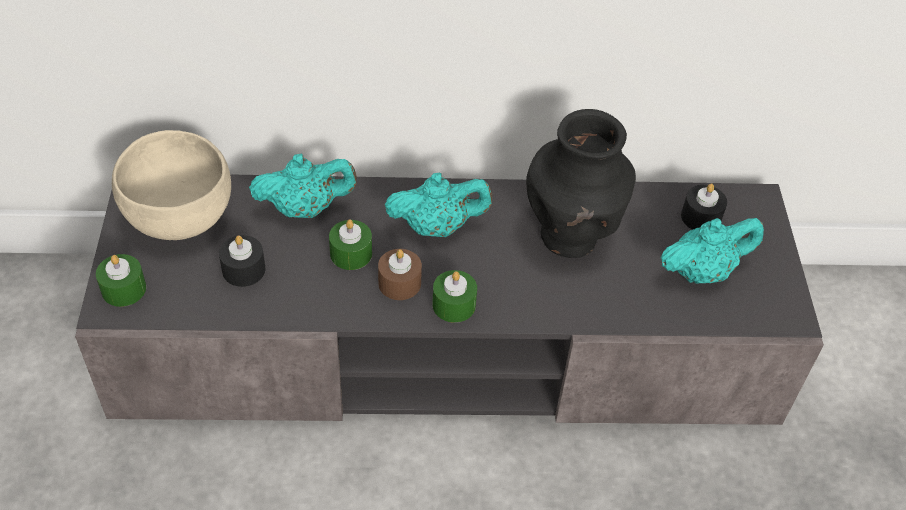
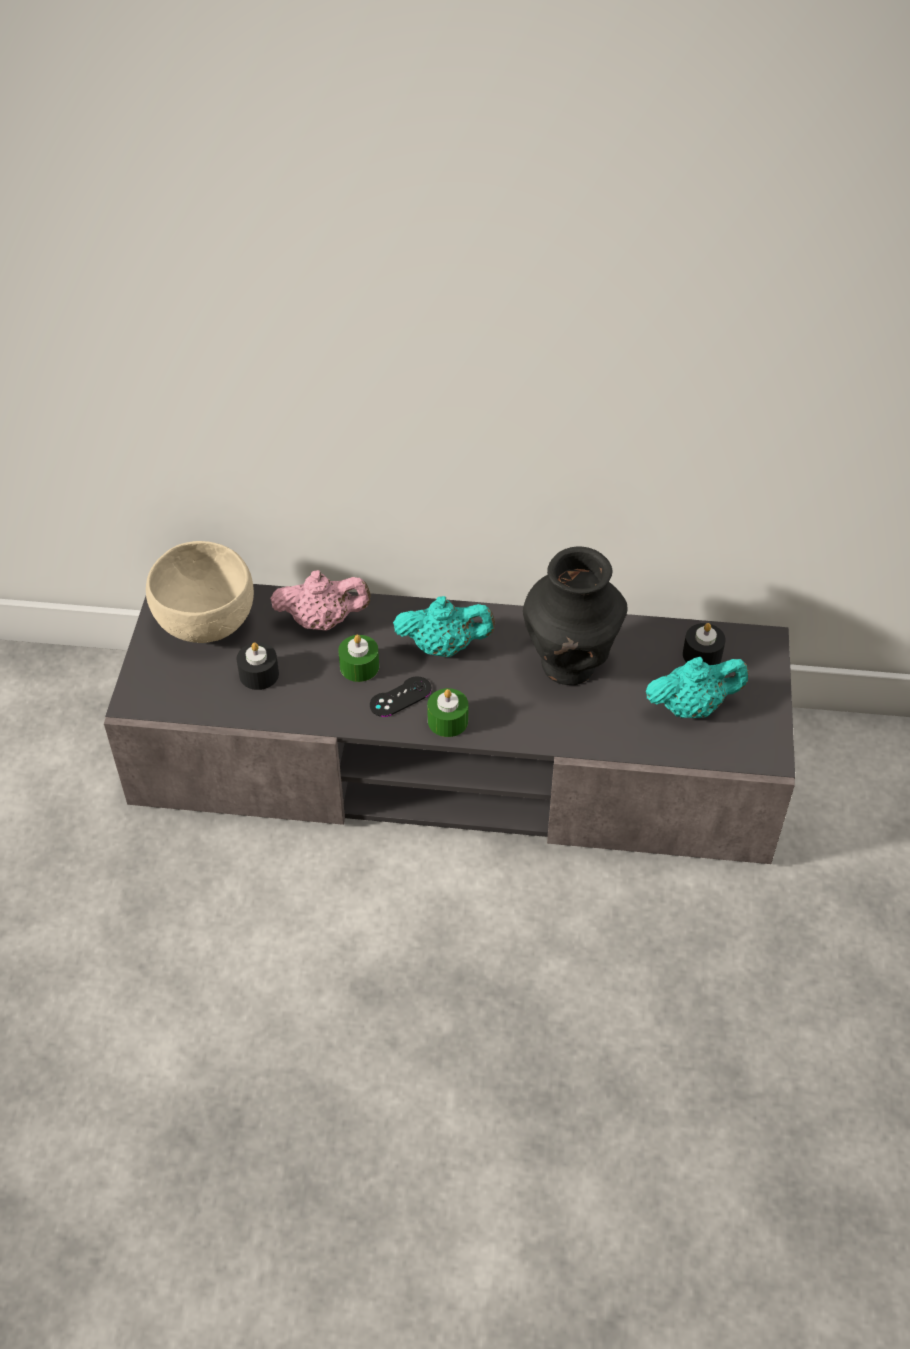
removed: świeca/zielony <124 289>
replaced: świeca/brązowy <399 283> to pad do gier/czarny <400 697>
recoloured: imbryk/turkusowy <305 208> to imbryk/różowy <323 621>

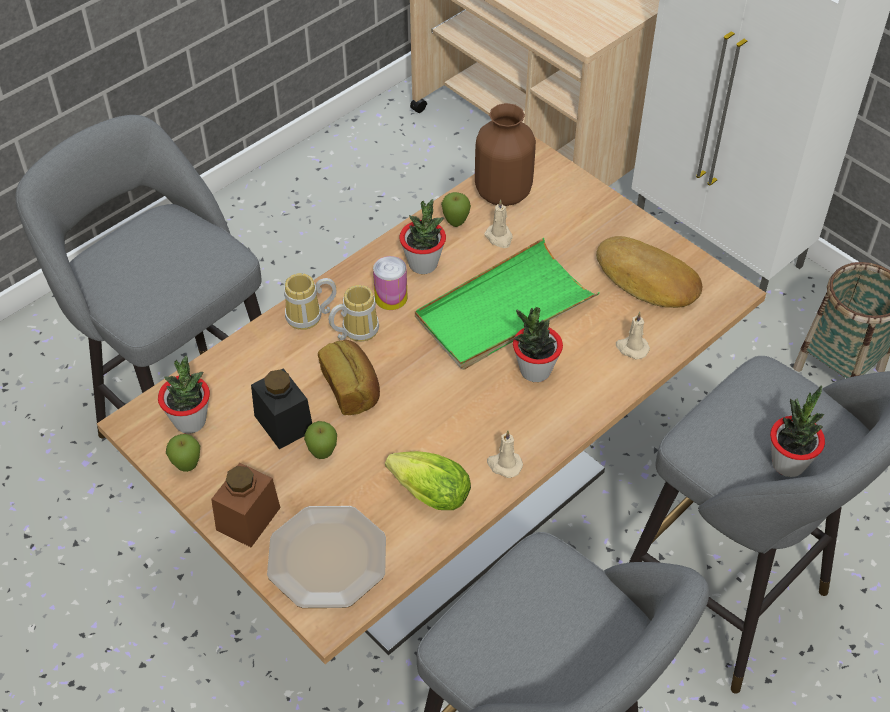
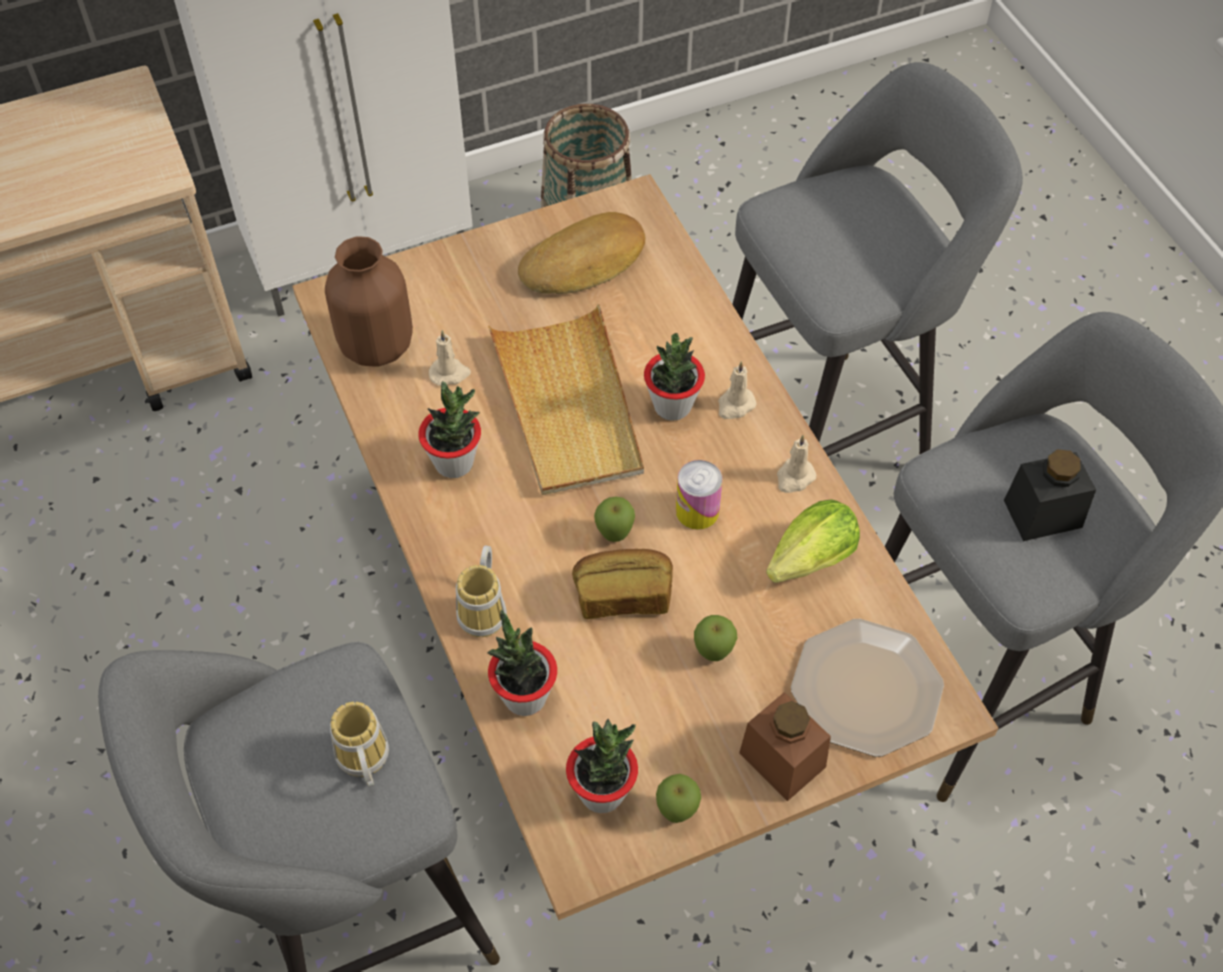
moved: kubek <355 330> to <361 762>; roślina doniczkowa <788 463> to <524 697>; jabłko <455 223> to <614 535>; puszka <391 298> to <697 511>; świeca/beżowy <631 348> to <735 405>; słoik/czarny <284 423> to <1042 514>
recoloured: taca/zielony <504 310> to taca/beżowy <568 405>

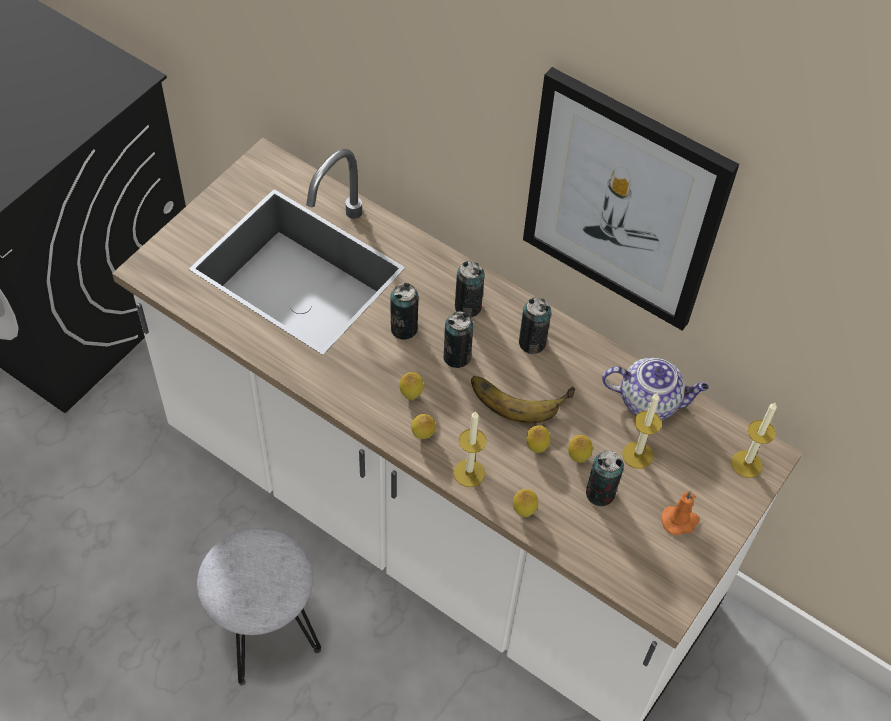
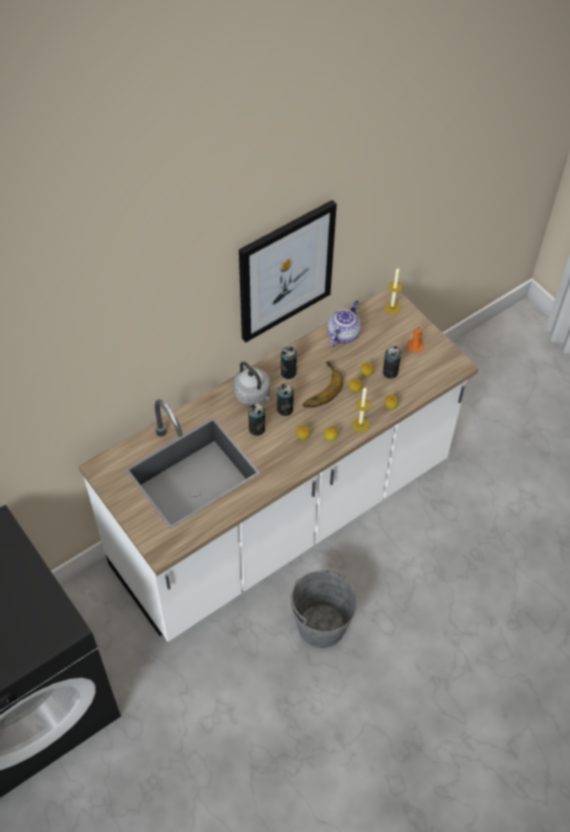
removed: świeca <637 455>
replaced: puszka <468 307> to czajnik/szary <253 395>; stołek/szary <266 630> to wiadro/szary <321 625>

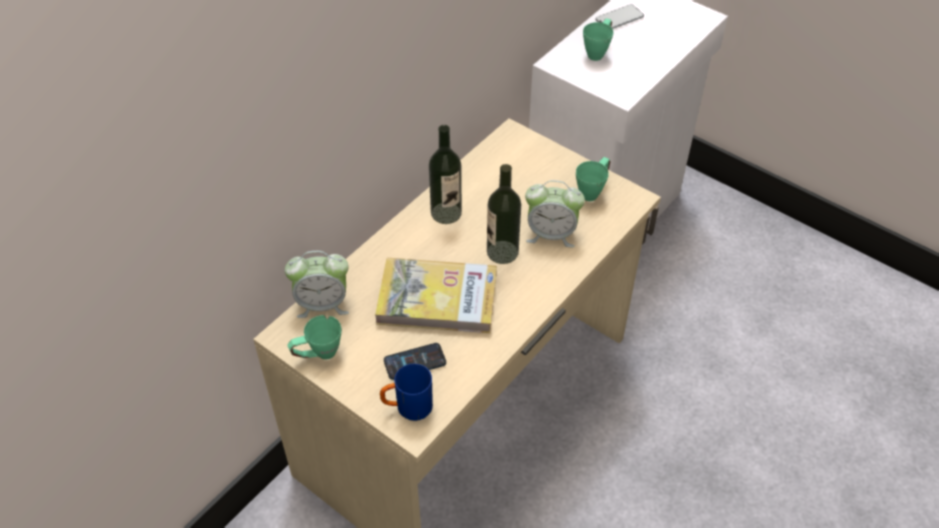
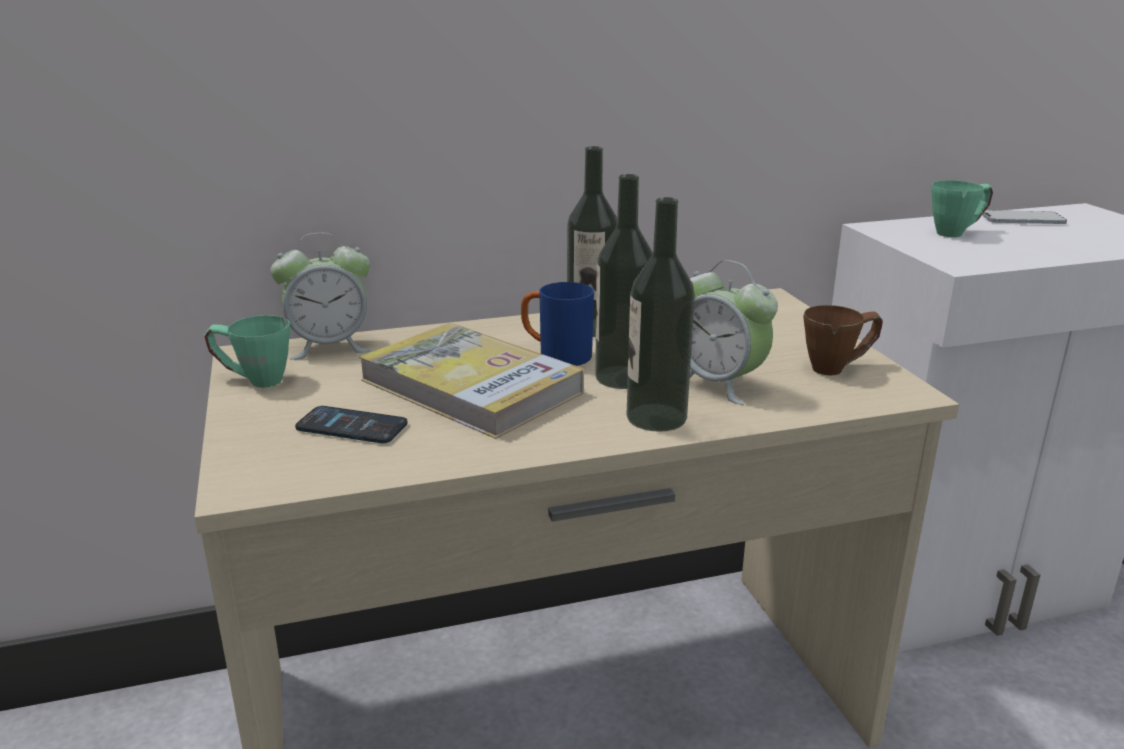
added: butelka <656 417>
moved: kubek/niebieski <407 407> to <556 356>
recoloured: kubek/zielony <593 191> to kubek/brązowy <838 367>
turned: budzik <322 304> = <329 347> 45 degrees counterclockwise

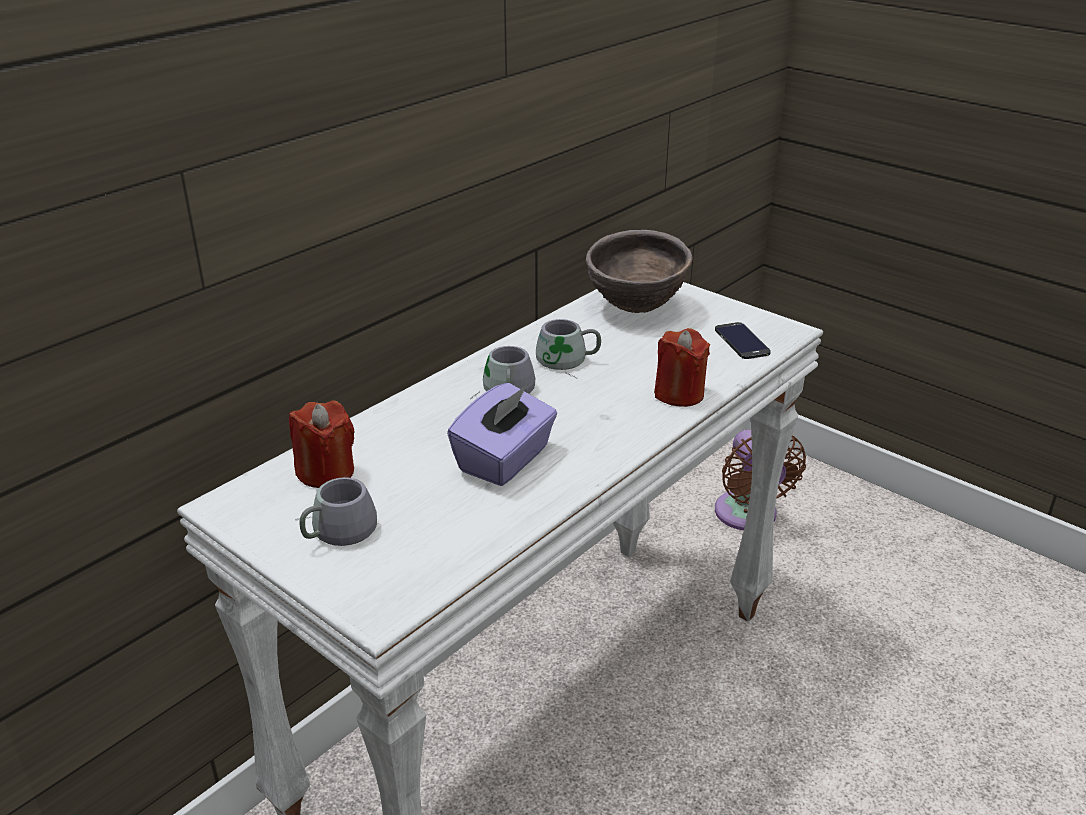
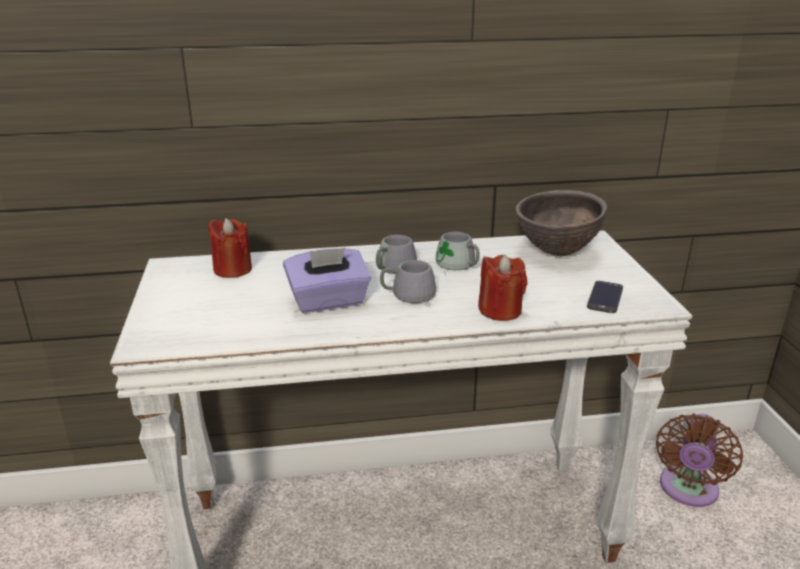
moved: kubek/szary <333 529> to <407 292>

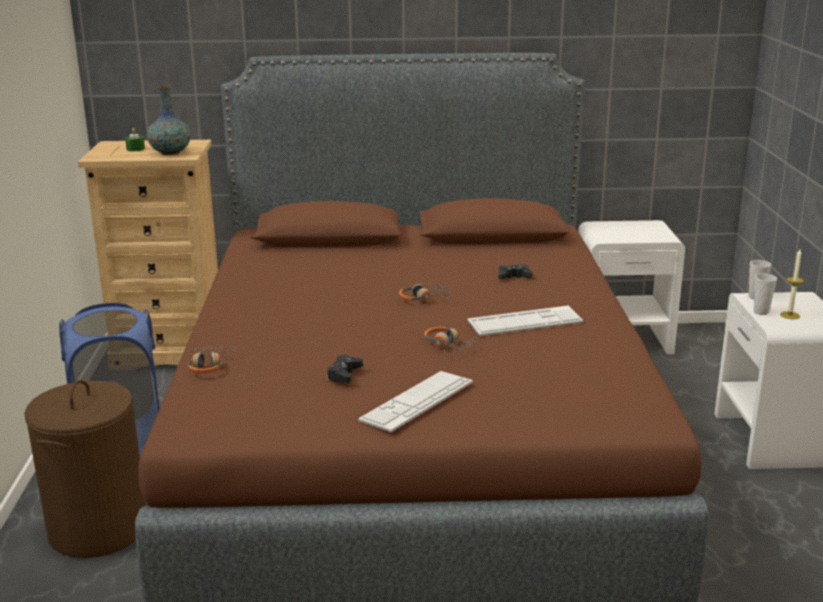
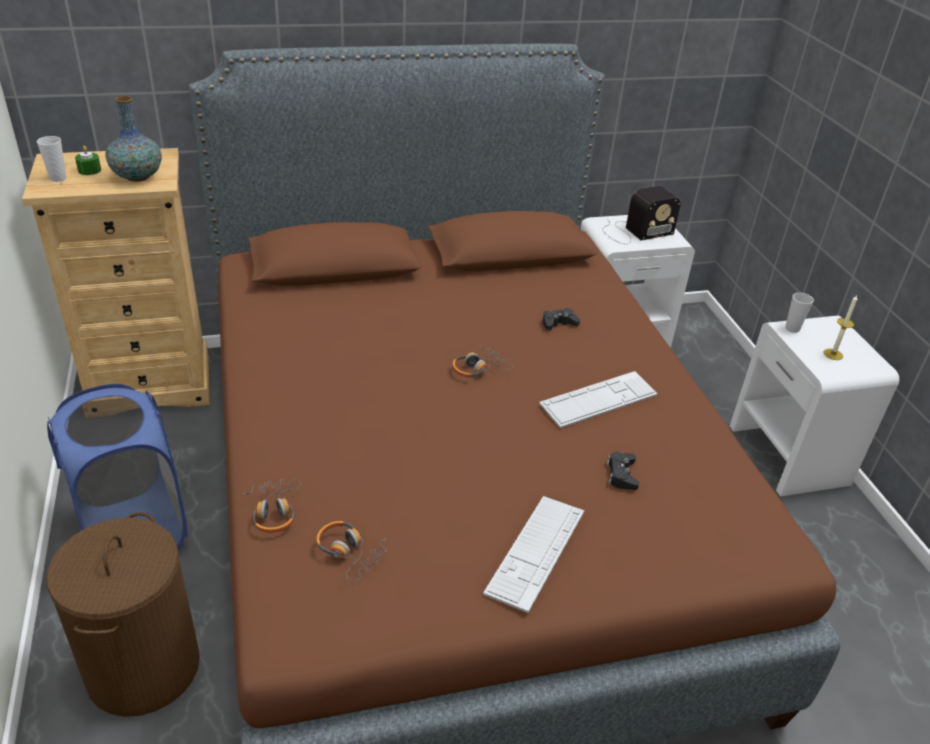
added: radio <635 232>
moved: filiżanka <761 312> to <58 178>; słuchawki <448 345> to <349 553>; pad do gier/czarny <344 374> to <621 475>

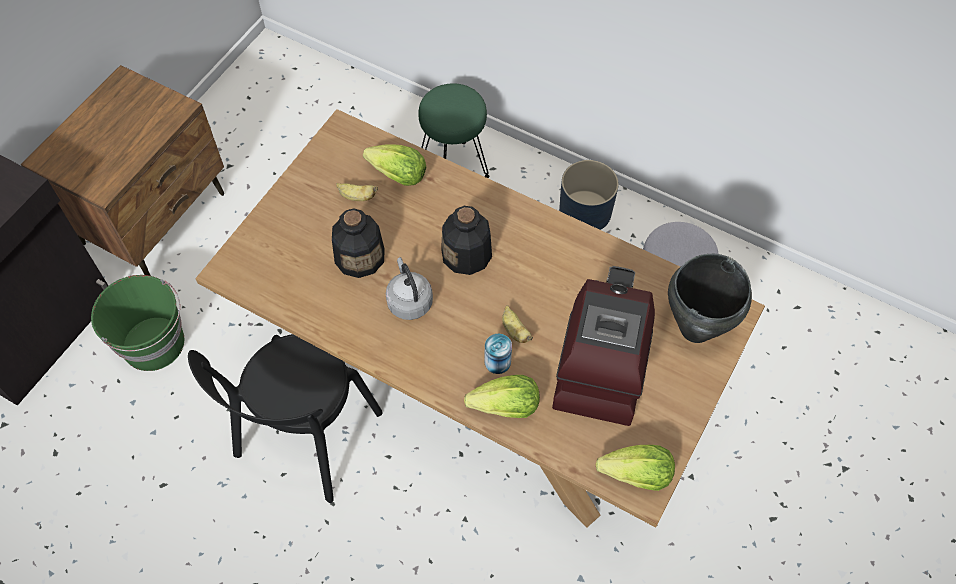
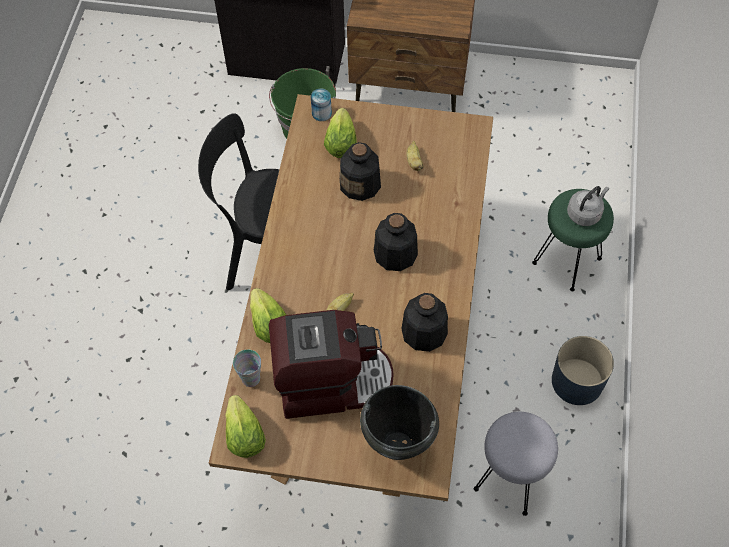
added: filiżanka <250 378>; butelka <423 332>
moved: puszka <497 362> to <321 113>; sałata <398 176> to <341 144>; czajnik/szary <409 301> to <585 213>

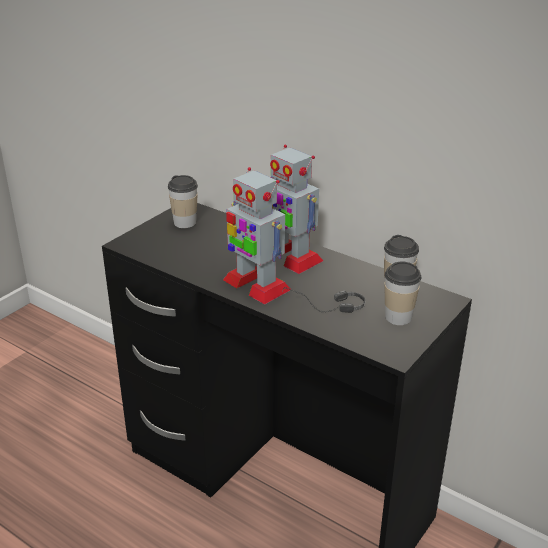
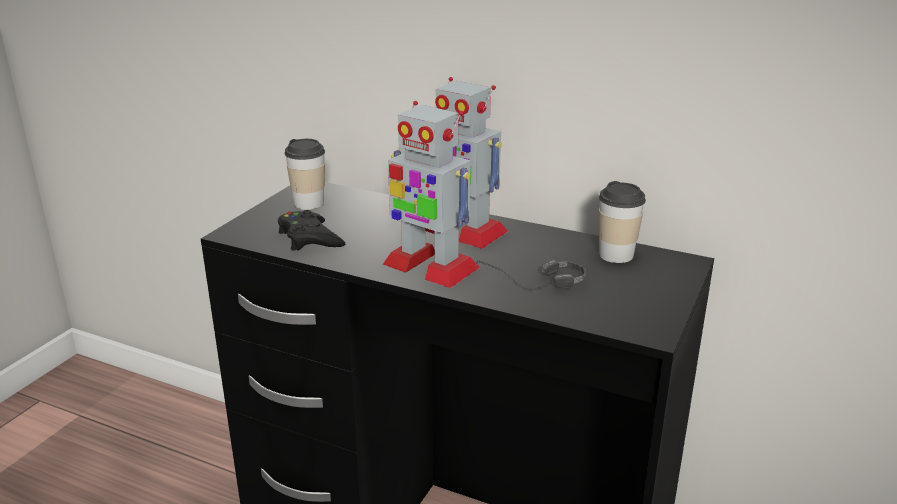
removed: filiżanka <398 317>
added: pad do gier/czarny <309 238>

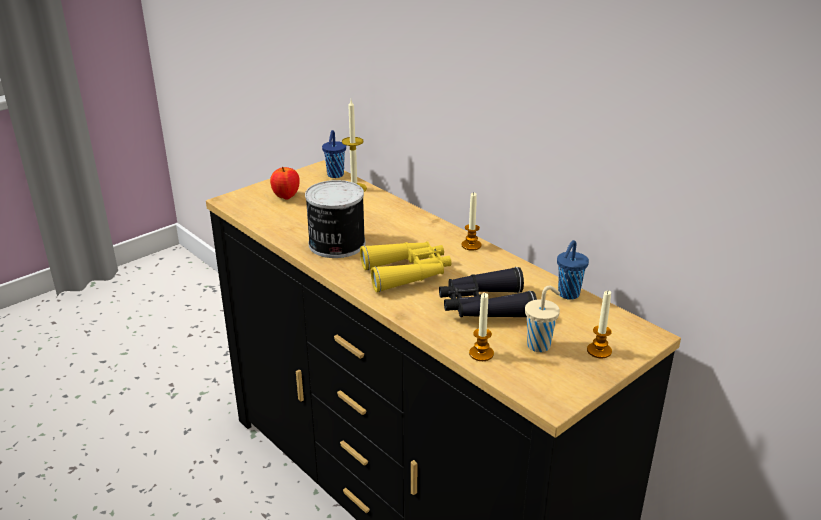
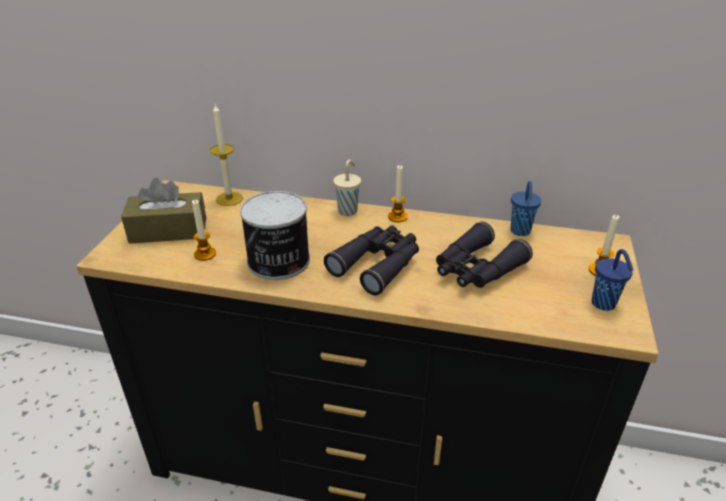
moved: świeca <481 354> to <205 254>; filiżanka/beżowy <540 345> to <348 211>; filiżanka/niebieski <335 175> to <604 304>
replaced: jabłko <286 197> to pudełko chusteczek/brązowy <168 230>
recoloured: lornetka/żółty <407 273> to lornetka/czarny <378 264>

